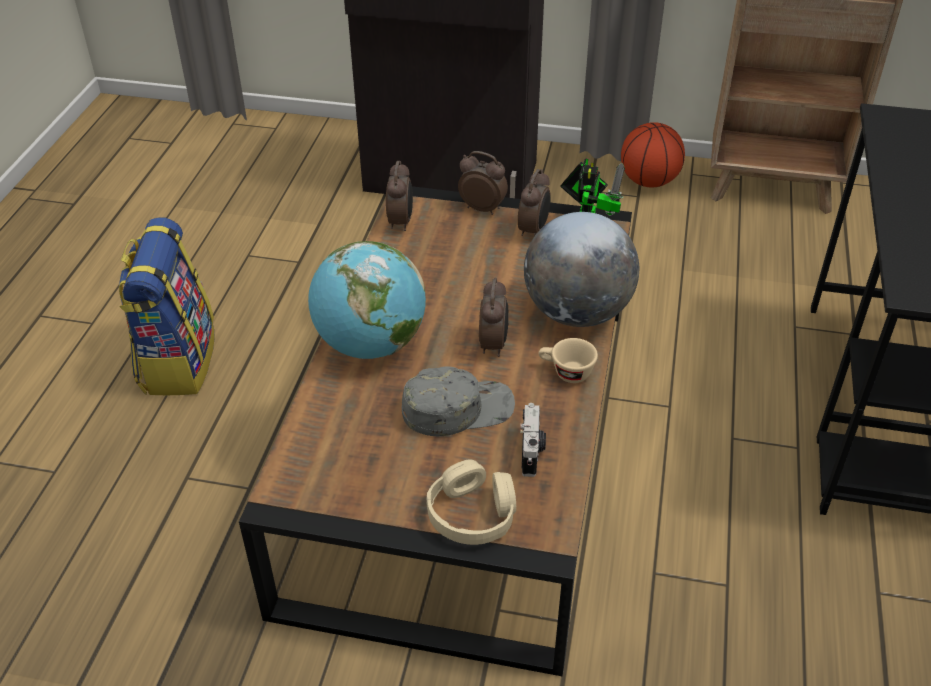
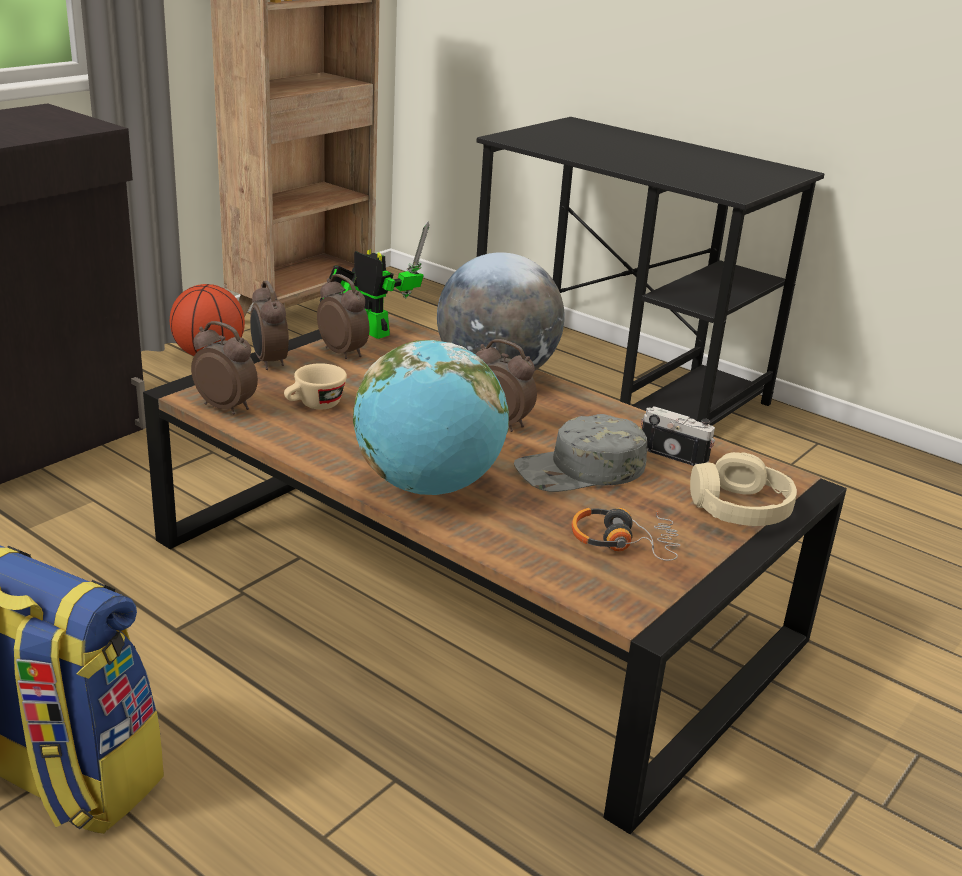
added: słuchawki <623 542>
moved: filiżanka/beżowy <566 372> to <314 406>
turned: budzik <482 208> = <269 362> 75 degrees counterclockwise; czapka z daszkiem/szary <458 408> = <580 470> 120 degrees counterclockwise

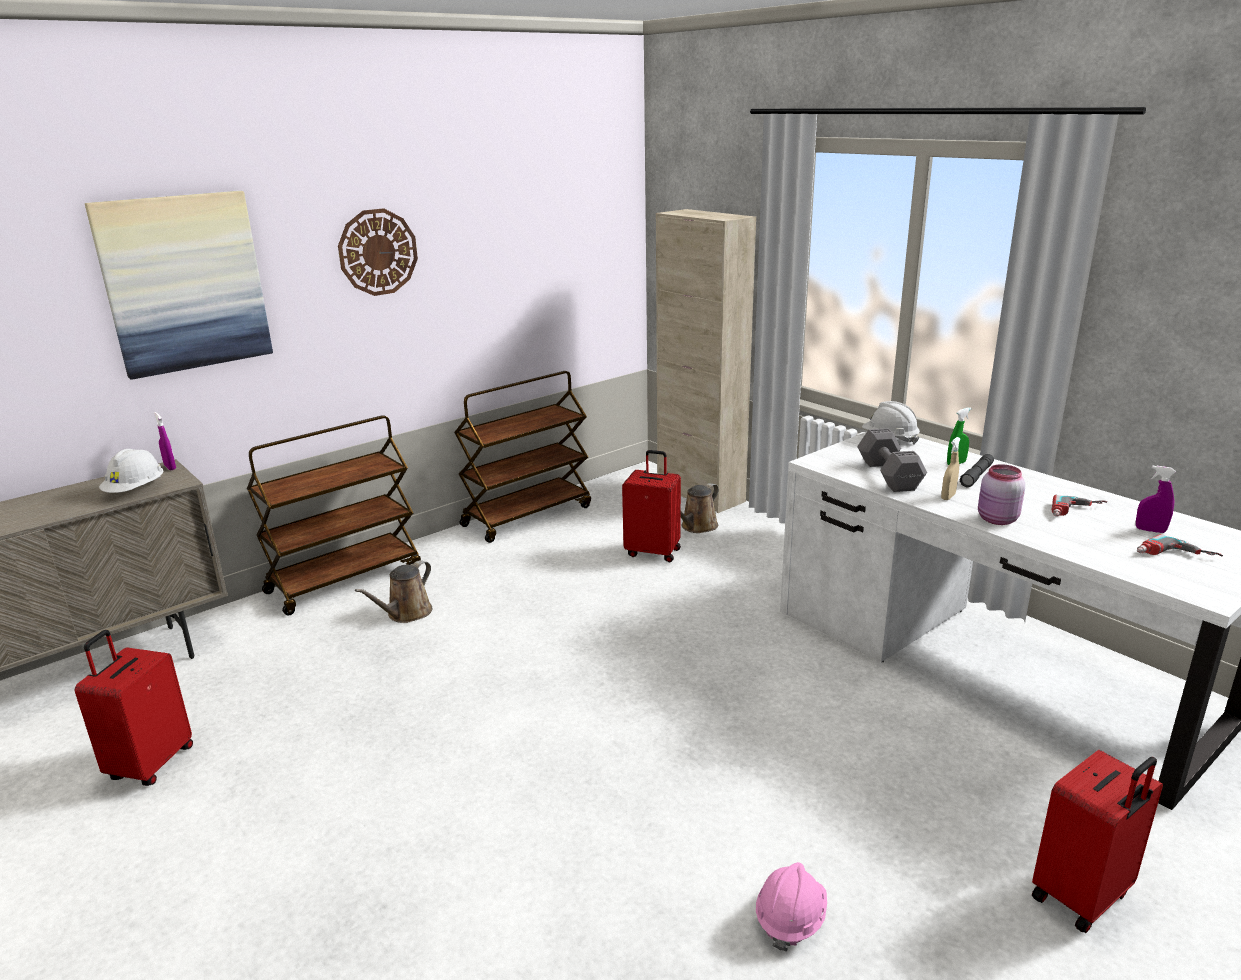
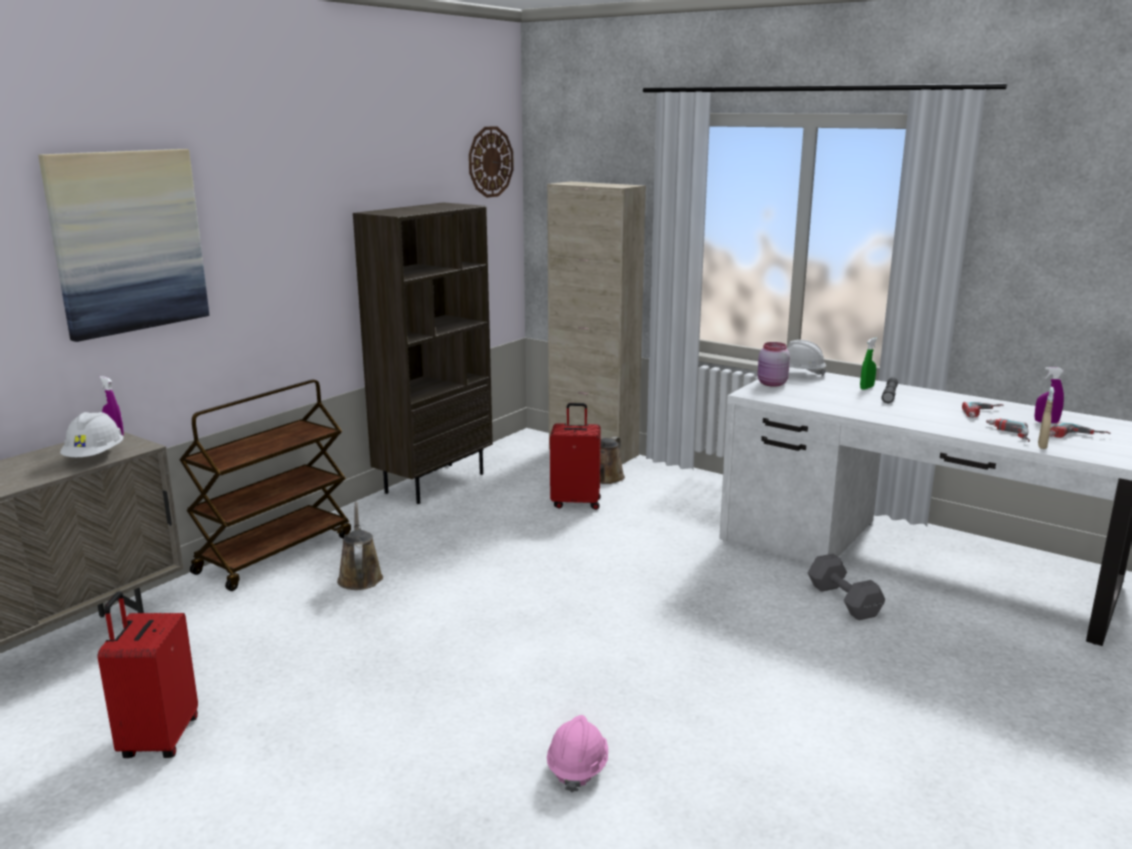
removed: walizka/czerwony <1082 897>
added: wiertarka <1006 434>
moved: zegar ścienny <378 252> to <490 162>; kask/różowy <790 918> to <577 768>; słoik/różowy <996 520> to <771 384>; hantel/szary <889 475> to <843 600>; spryskiwacz/beżowy <948 497> to <1042 446>
replaced: wózek/brązowy <527 515> to regał/brązowy <434 482>
turned: konewka/brązowy <406 614> = <360 577> 150 degrees clockwise

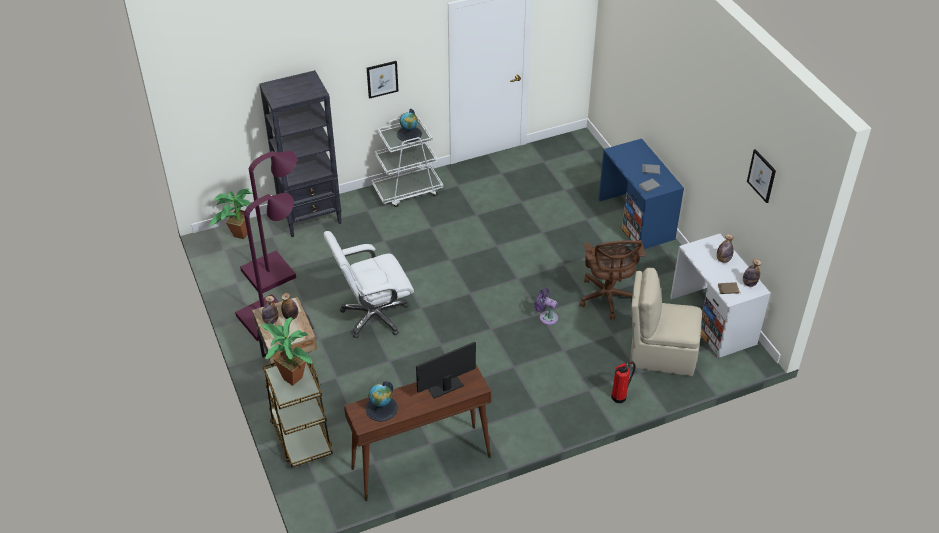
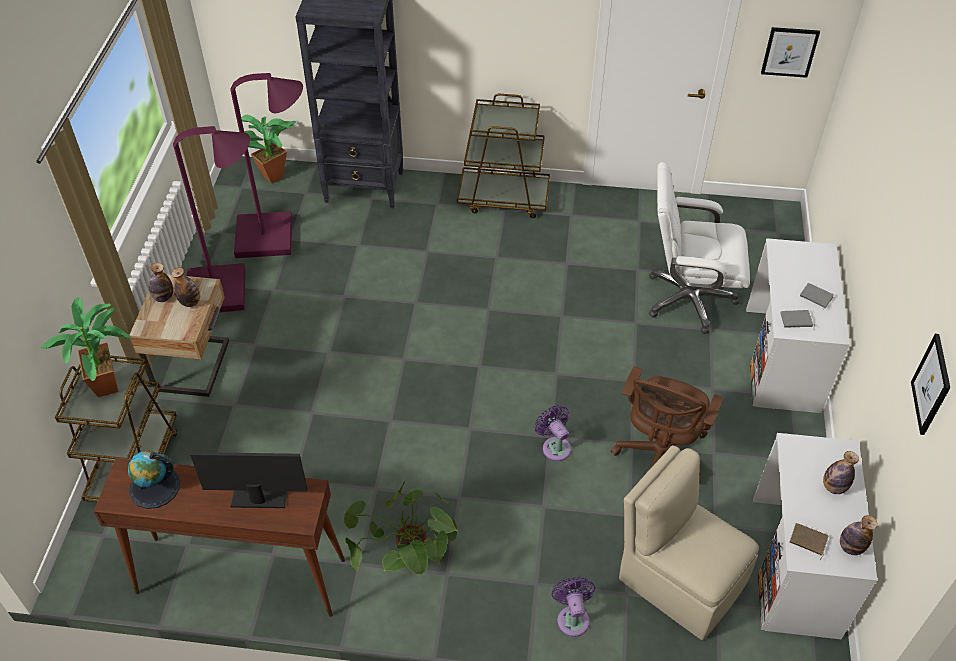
removed: globus <409 134>
added: roślina doniczkowa <407 562>
moved: krzesło biurowe/biały <374 316> to <688 299>; obraz <382 79> to <789 52>
replaced: gaśnica <620 396> to wentylator/fioletowy <572 617>
recoloured: wózek/biały <408 191> to wózek/brązowy <504 198>; biurko/niebieski <636 219> to biurko/biały <782 359>

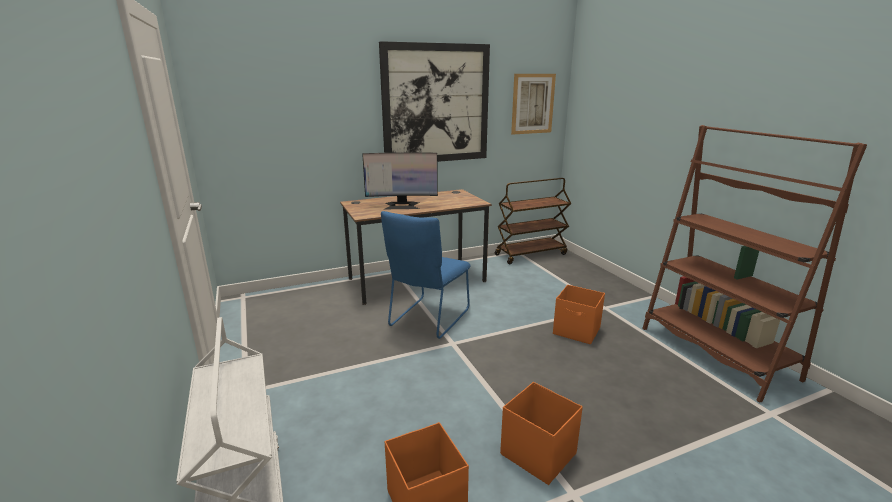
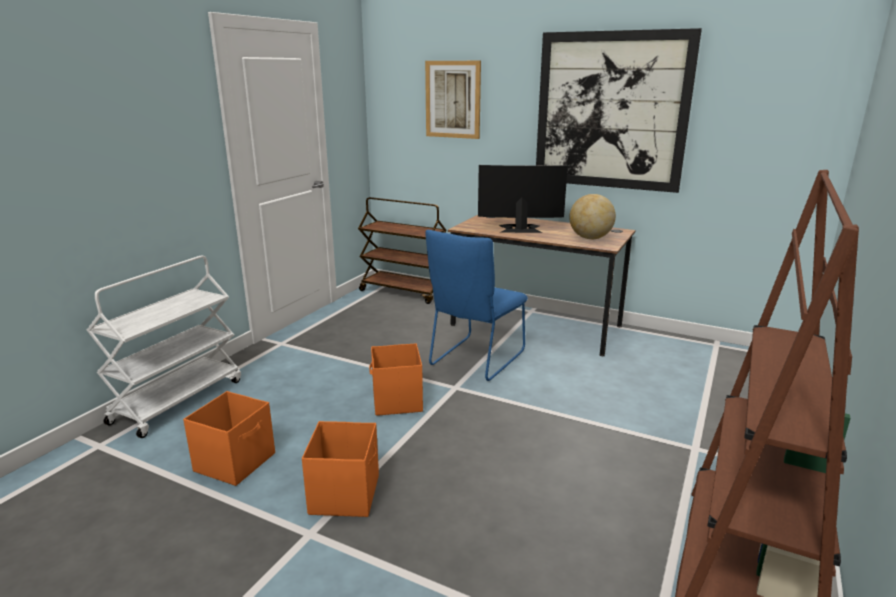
added: globus <590 238>
moved: wózek/brązowy <531 254> to <404 292>; pojemnik do przechowywania/pomarańczowy <577 331> to <397 401>; obraz <532 104> to <453 99>
turned: krzesło/niebieski <427 319> = <475 360> 45 degrees counterclockwise; monitor <402 205> = <520 229> 135 degrees clockwise

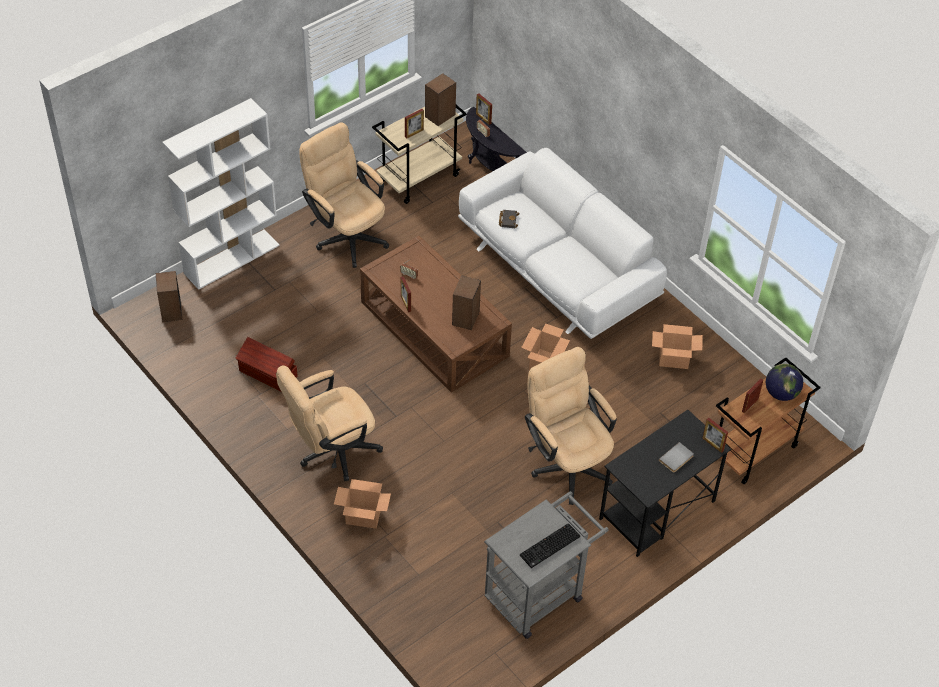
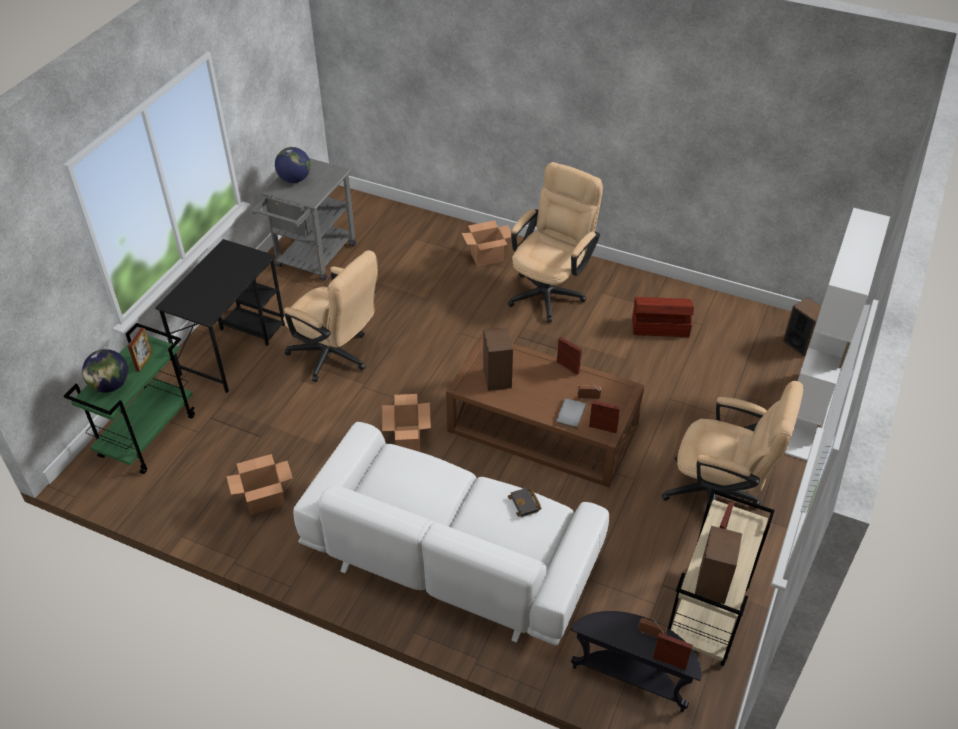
moved: książka/szary <677 459> to <569 414>; ramka na zdjęcie <712 444> to <602 428>
replaced: klawiatura <550 547> to globus <294 179>
recoloured: wózek/brązowy <753 451> to wózek/zielony <148 435>

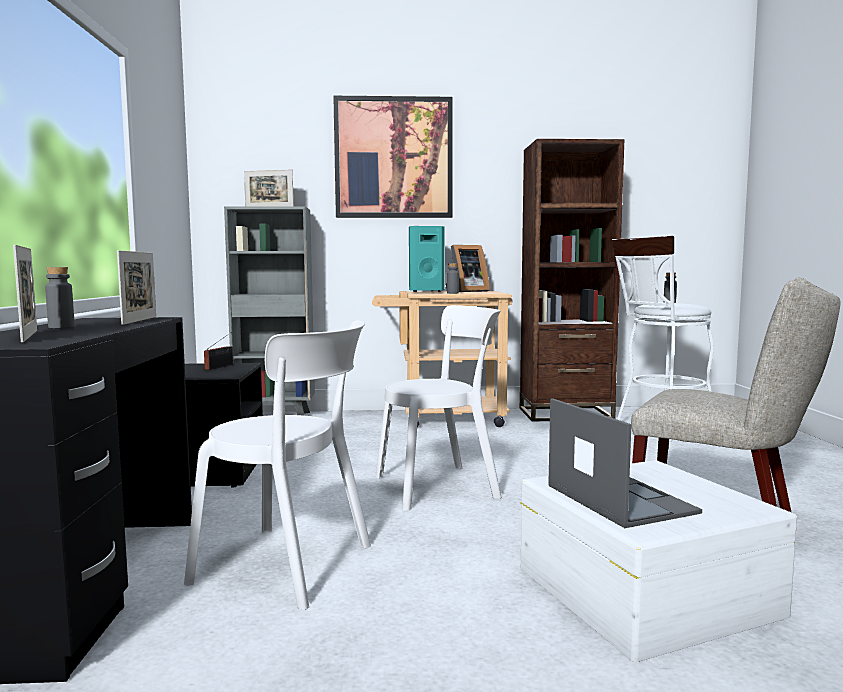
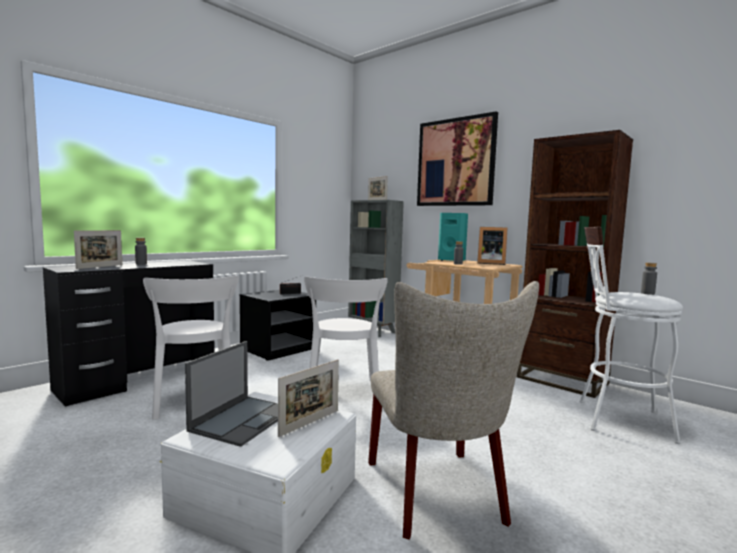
moved: ramka na zdjęcie <140 320> to <309 423>
turned: krzesło/biały <441 486> = <343 394> 60 degrees clockwise

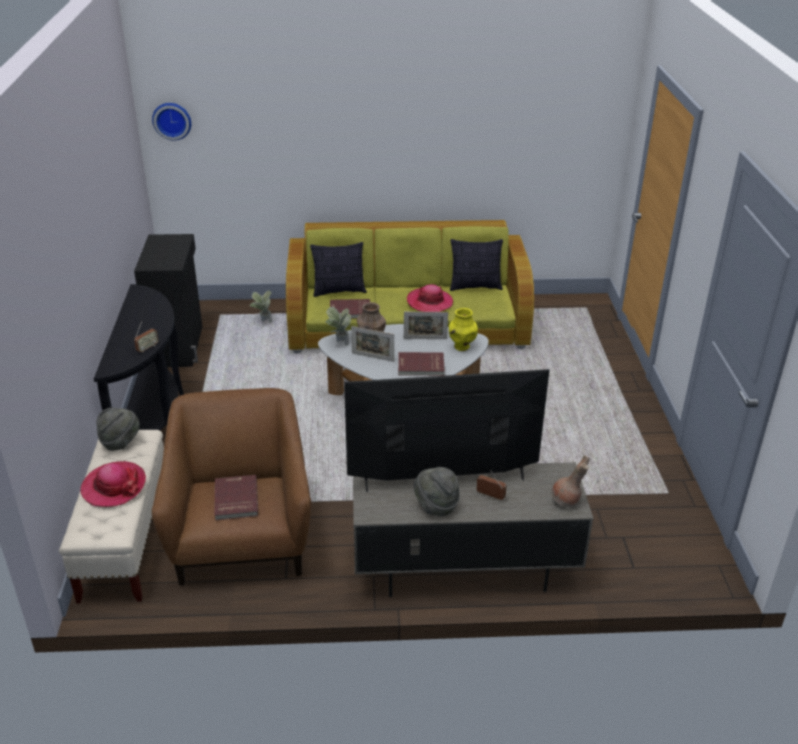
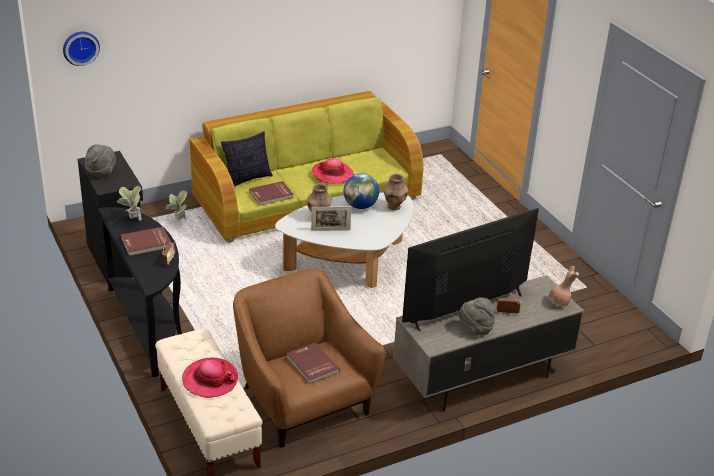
removed: poduszka <475 287>
moved: kapelusz/szary <120 442> to <101 172>; roślina doniczkowa <339 342> to <132 219>; książka/czerwony <421 366> to <146 243>
replaced: ramka na zdjęcie <425 338> to globus <360 206>
recoloured: wazon/żółty <461 347> to wazon/brązowy <394 207>

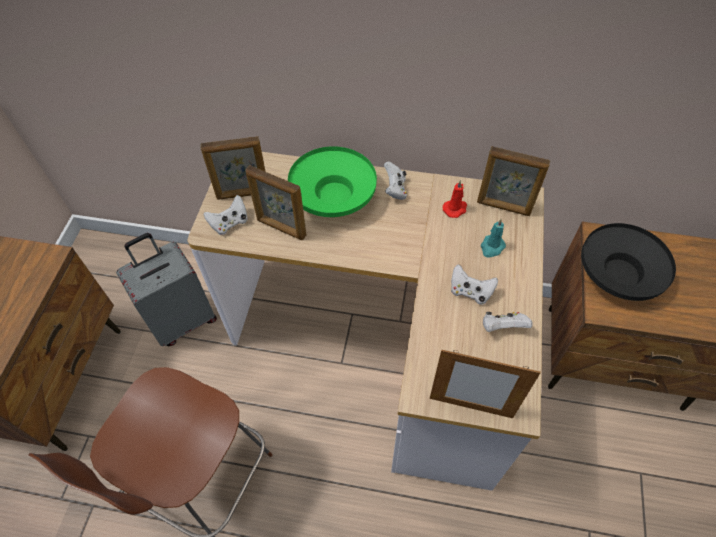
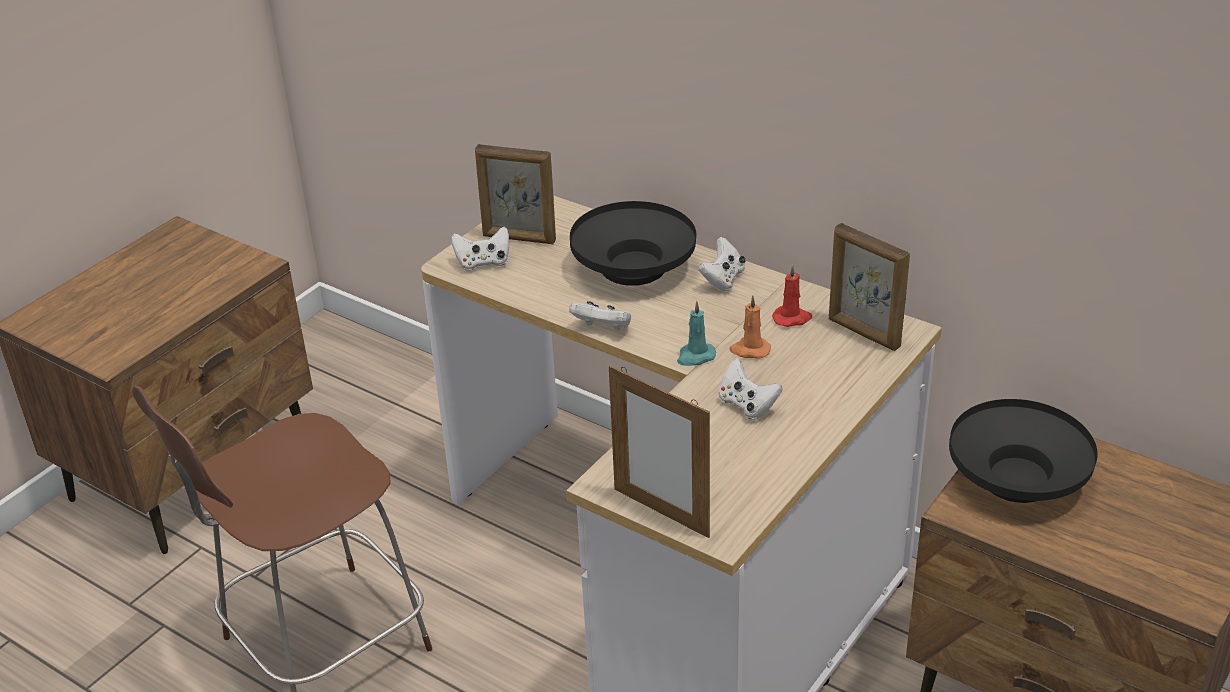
removed: walizka/szary <183 320>; ramka na zdjęcie <281 228>
added: świeca/pomarańczowy <749 350>
moved: pad do gier/biały <502 327> to <603 329>; świeca/turkusowy <492 247> to <695 356>
recoloured: miska/zielony <333 196> to miska/czarny <634 267>

